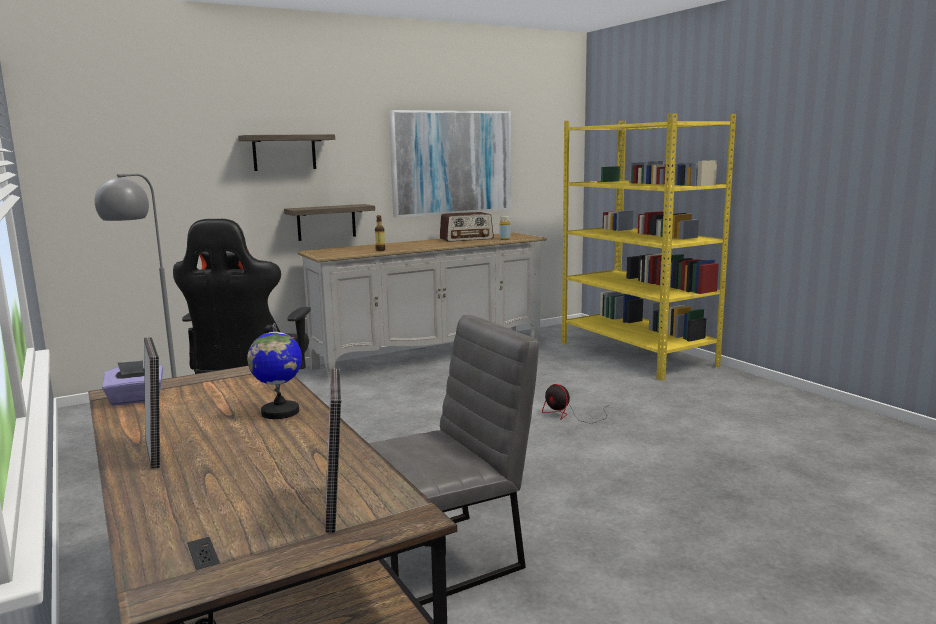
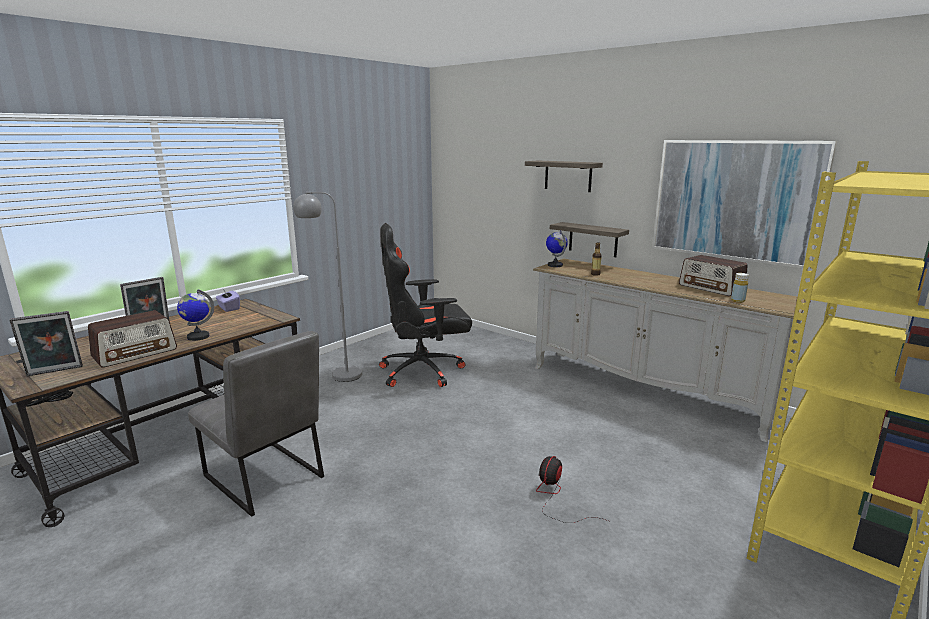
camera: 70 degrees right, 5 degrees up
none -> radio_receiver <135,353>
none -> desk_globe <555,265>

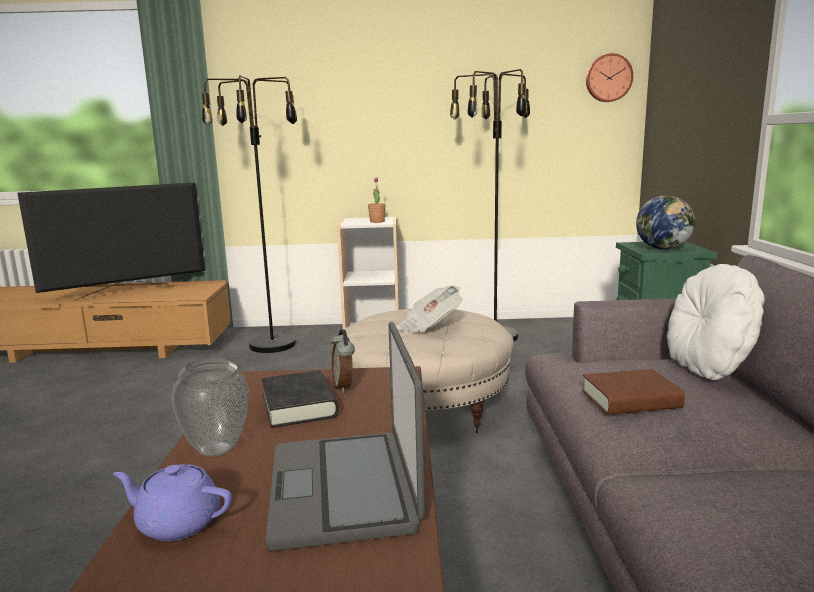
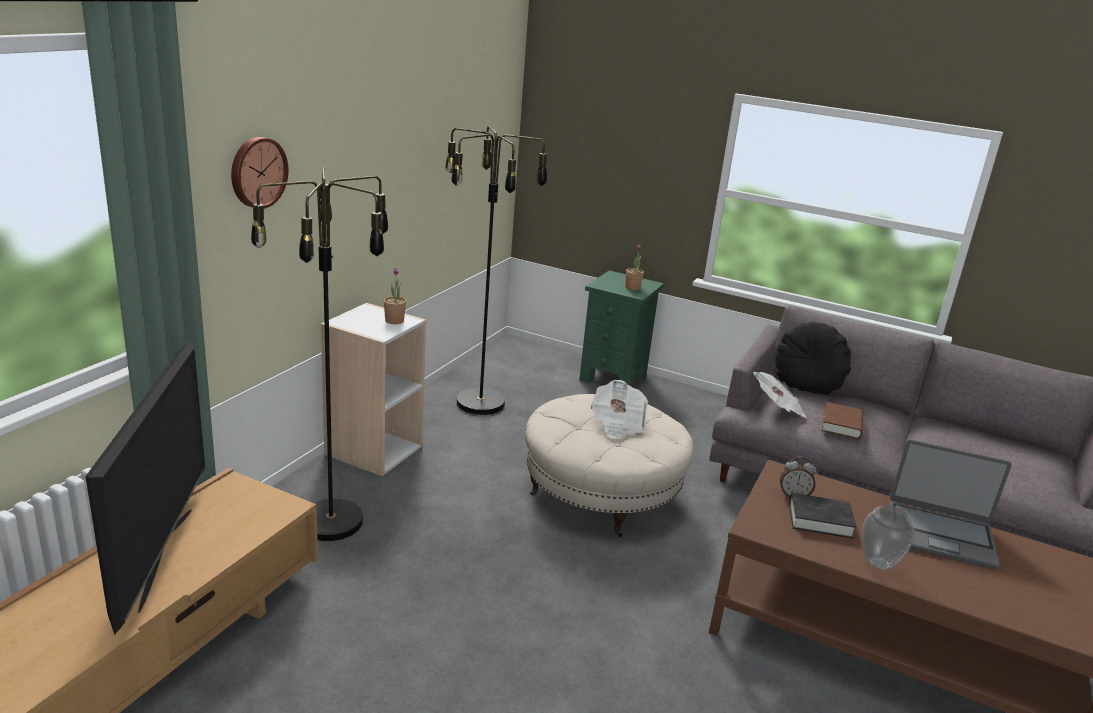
camera: 65 degrees left, 10 degrees up
clock_on_the_wall <608,78> -> clock_on_the_wall <257,172>, moved
desk_globe <663,249> -> plant_in_a_pot <632,287>
none -> newspaper <777,408>
white-coloured_throw_pillow <707,370> -> black_throw_pillow <806,388>
purplish_tea_pot <177,523> -> none

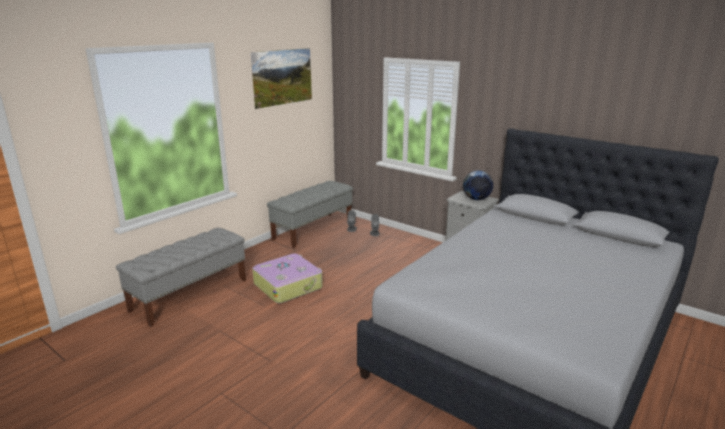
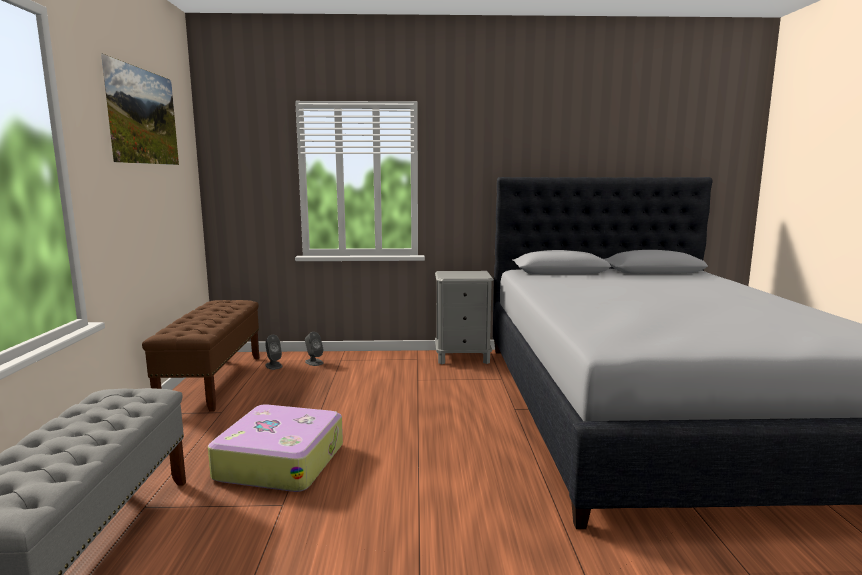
camera: 40 degrees left, 10 degrees down
greyish_long_seat <313,230> -> brown-coloured_long_seat <213,381>
desk_globe <476,199> -> none

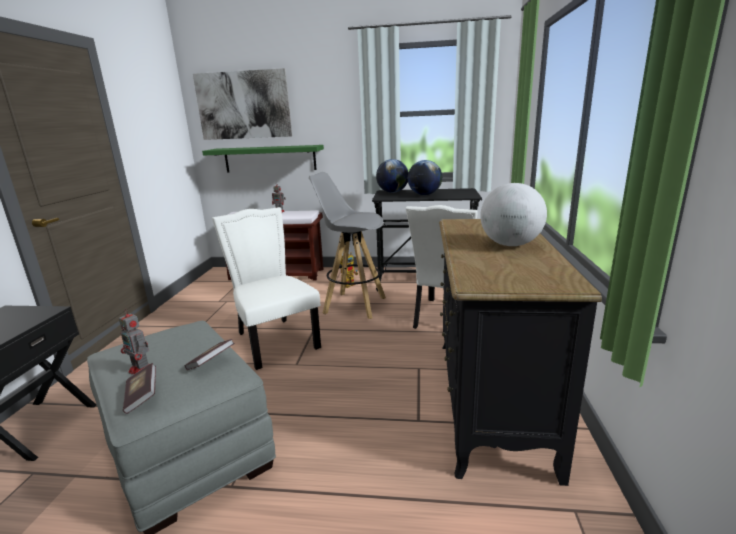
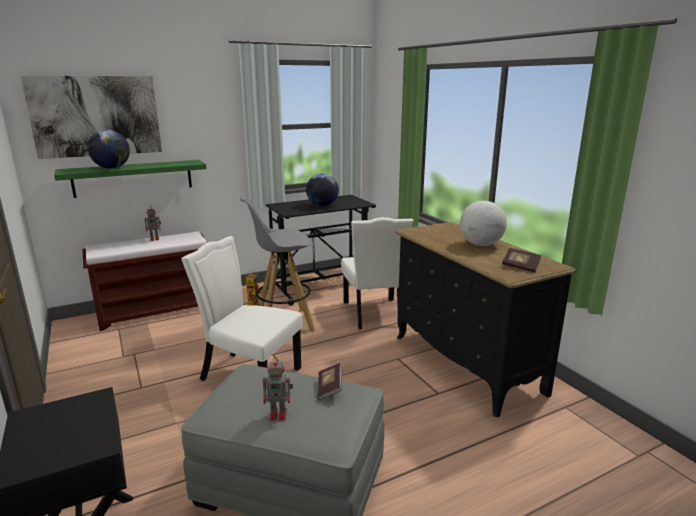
camera: 35 degrees left, 0 degrees up
desk_globe <392,192> -> desk_globe <112,168>, moved
book <142,396> -> book <520,267>, moved

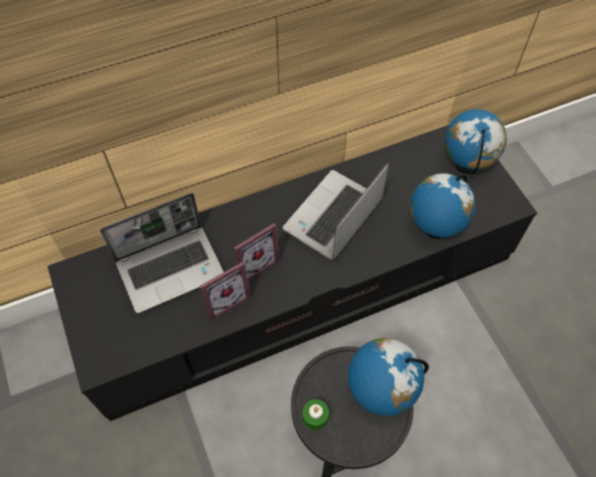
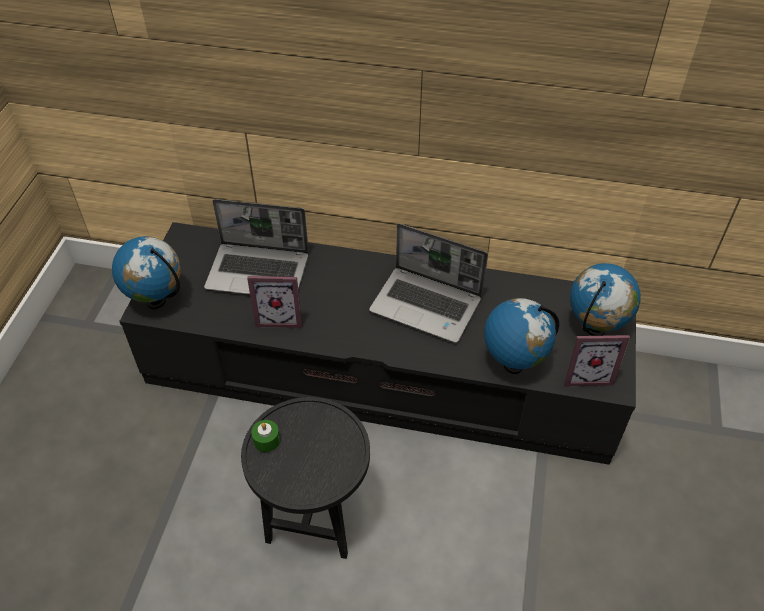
camera: 35 degrees right, 10 degrees down
desk_globe <379,393> -> desk_globe <157,301>, moved
notebook_computer <333,217> -> notebook_computer <427,305>, 135 degrees counterclockwise
picture_frame <254,263> -> picture_frame <586,374>, moved

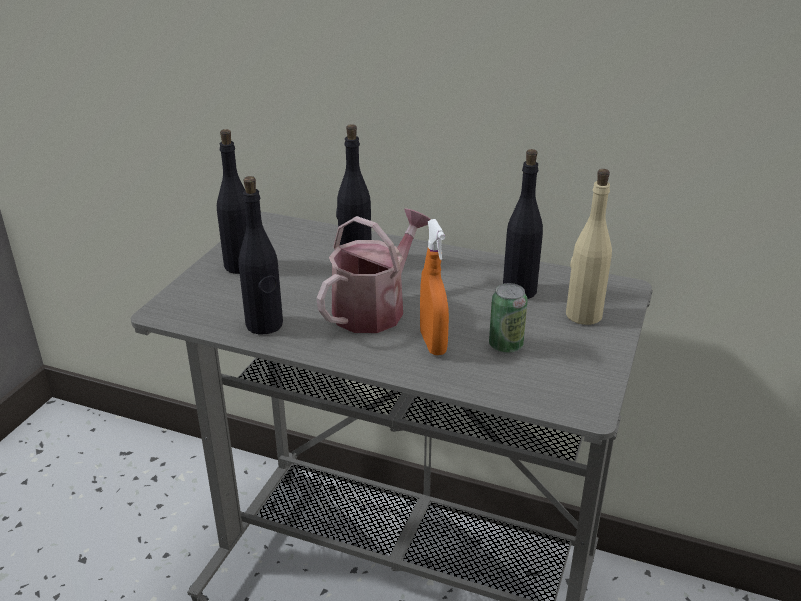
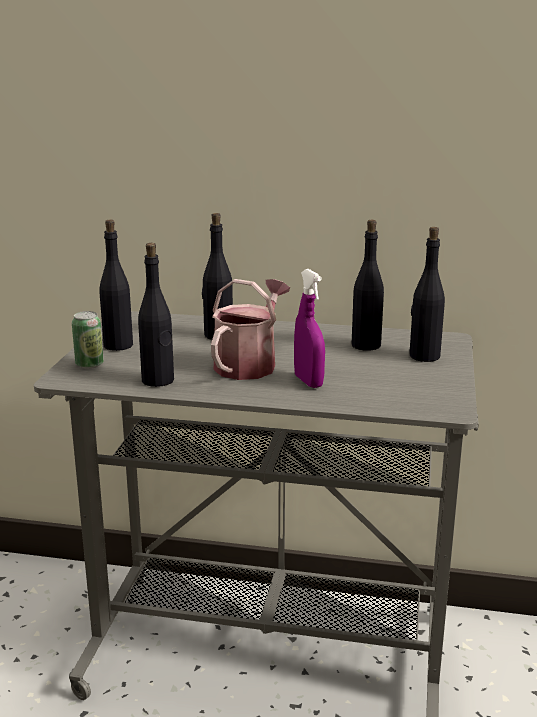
camera: 10 degrees left, 10 degrees down
sealed_can <505,345> -> sealed_can <89,364>, moved
orangey_hand_sprayer <433,343> -> purplish_hand_sprayer <308,381>
sand-coloured_drink_bottle <583,315> -> black_drink_bottle <424,356>

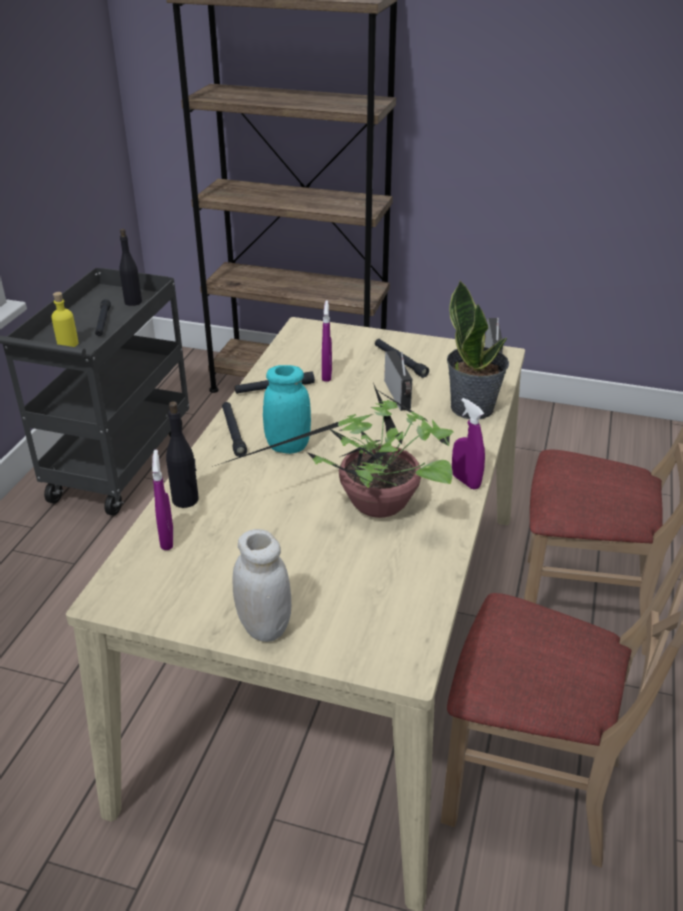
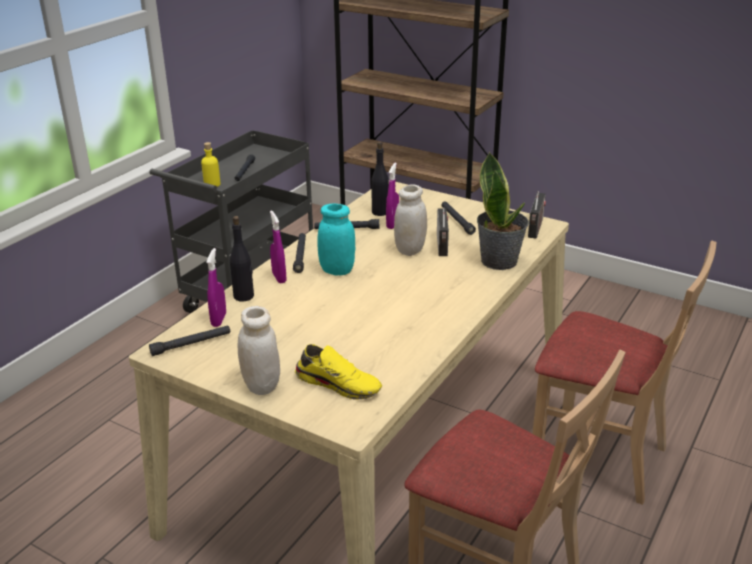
camera: 15 degrees right, 5 degrees down
none -> black_flashlight <191,344>
purplish_hand_sprayer <465,481> -> purplish_hand_sprayer <279,277>, moved
none -> yellow-coloured_shoe <339,383>
black_drink_bottle <133,302> -> black_drink_bottle <380,212>, moved
none -> white-coloured_jar <410,250>
plant_in_a_pot <373,507> -> none

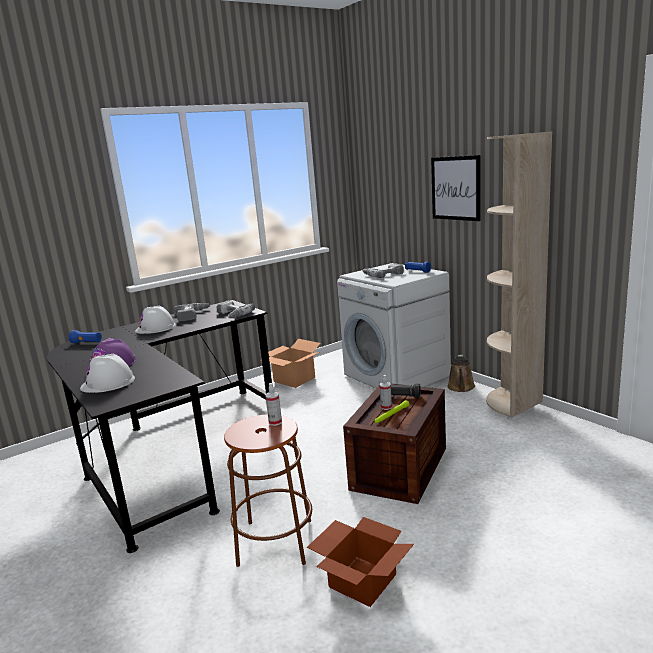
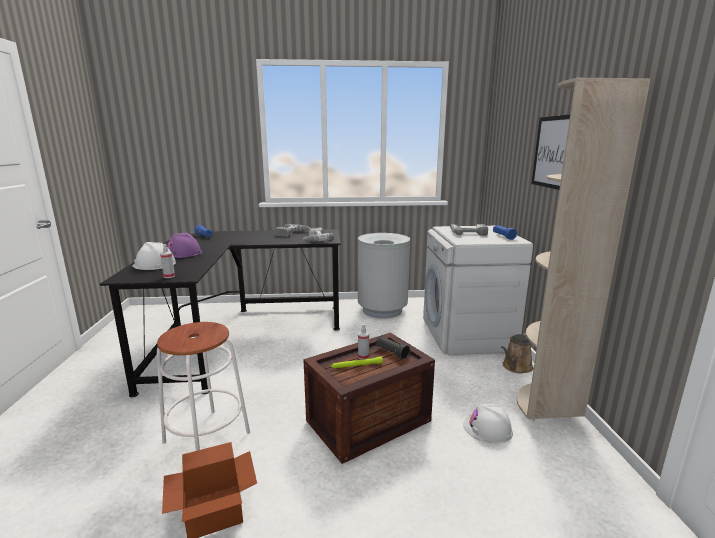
camera: 30 degrees right, 0 degrees up
brown-coloured_stool <275,542> -> white-coloured_stool <207,437>
hand_sprayer <275,422> -> hand_sprayer <169,276>, moved
cardboard_box <295,379> -> greyish_rubbish_bin <382,310>
white-coloured_safety_helmet <155,328> -> white-coloured_safety_helmet <487,428>, moved

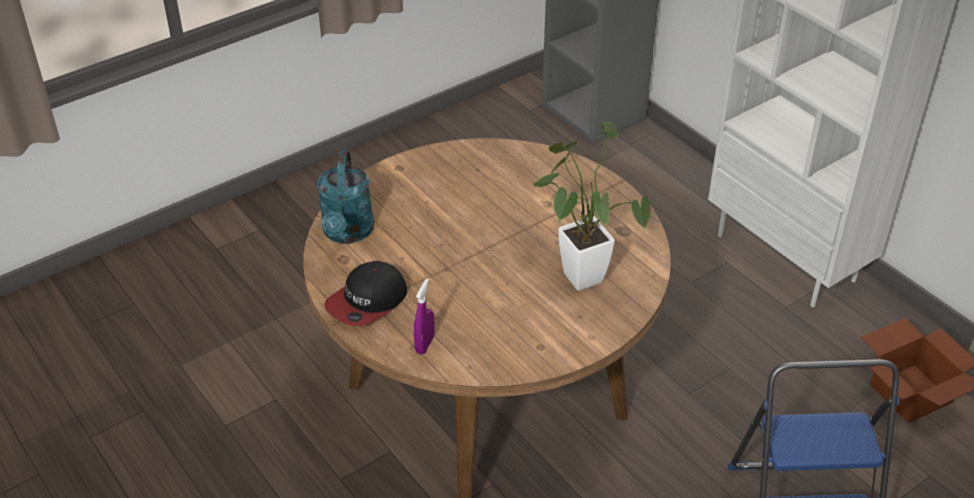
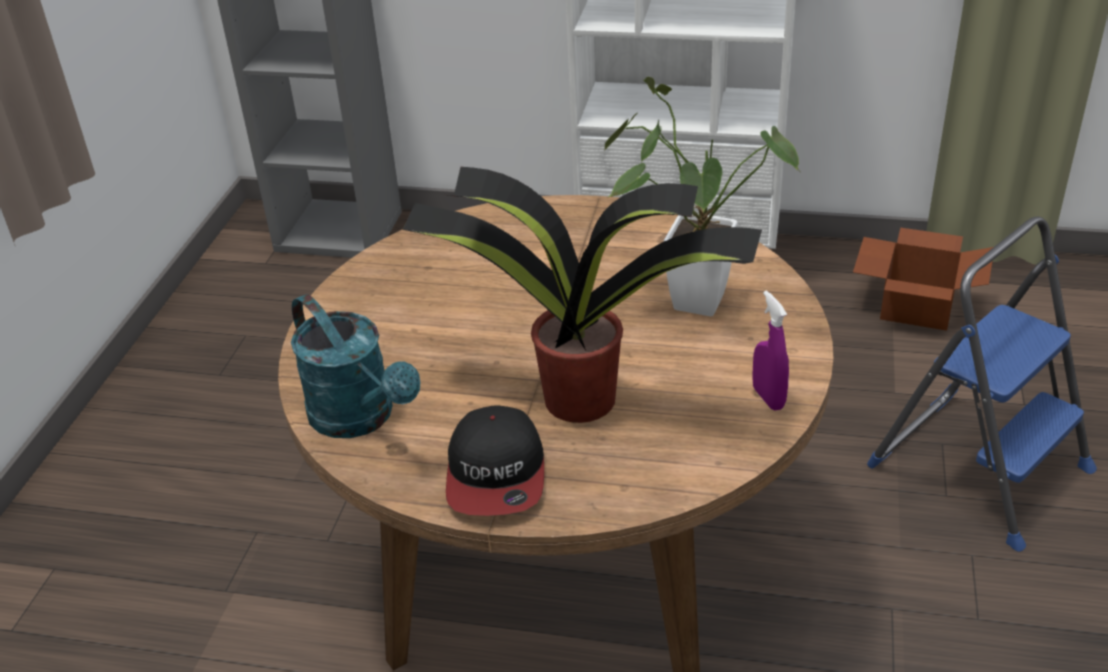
camera: 40 degrees left, 5 degrees down
none -> plant_in_a_pot <575,398>
purplish_hand_sprayer <424,344> -> purplish_hand_sprayer <768,398>, moved

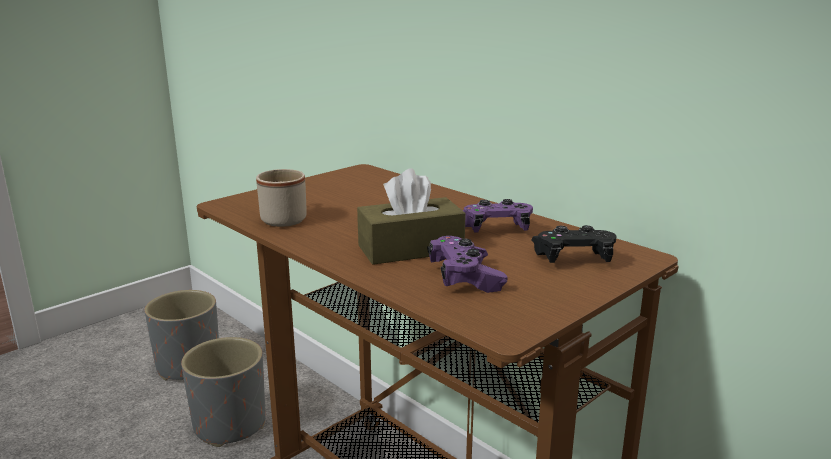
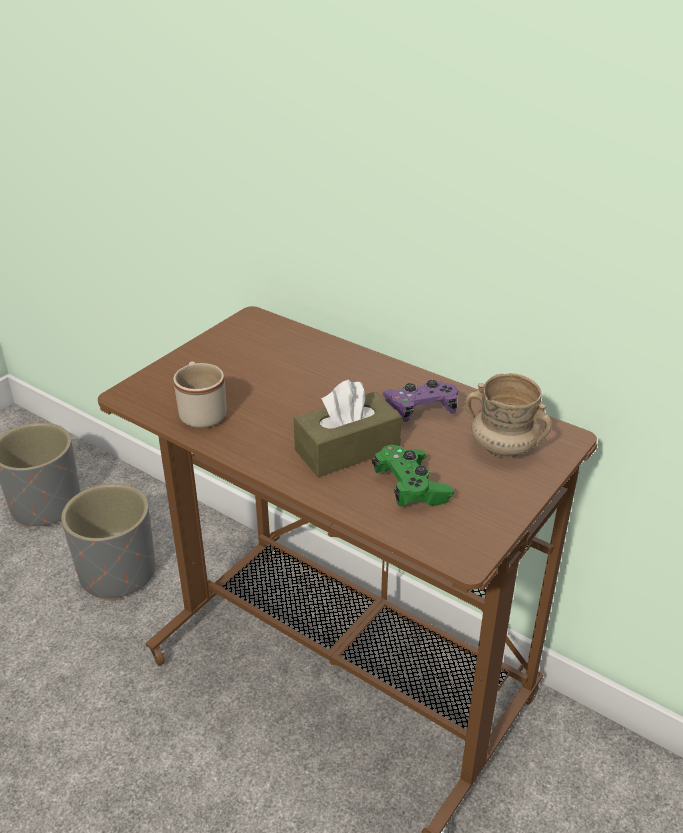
camera: 10 degrees left, 15 degrees up
purplish_joypad <465,278> -> greenish_joypad <411,487>
black_joypad <572,259> -> sand-coloured_tea_mug <502,448>

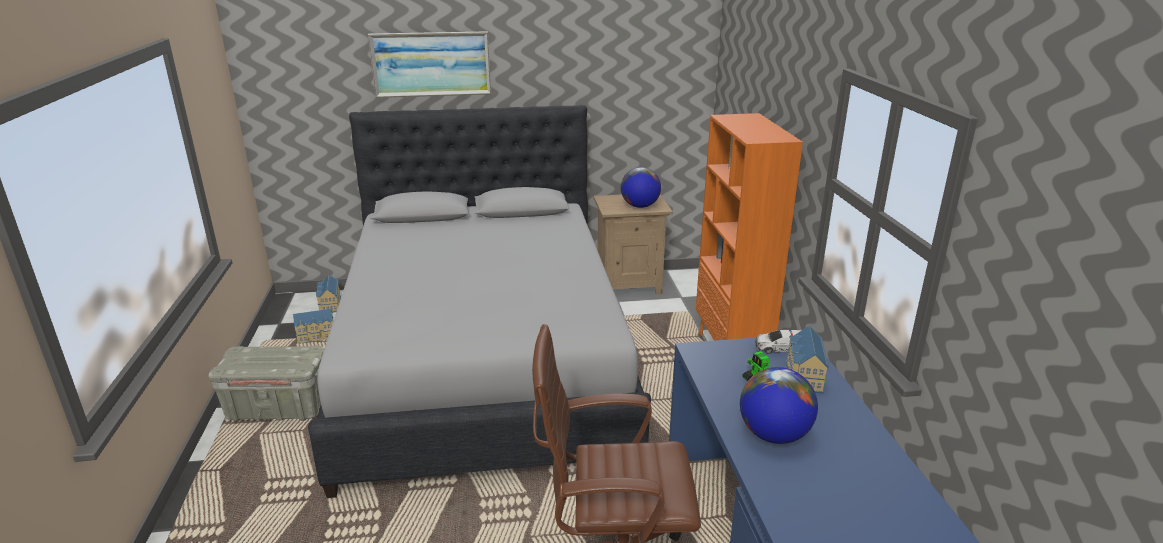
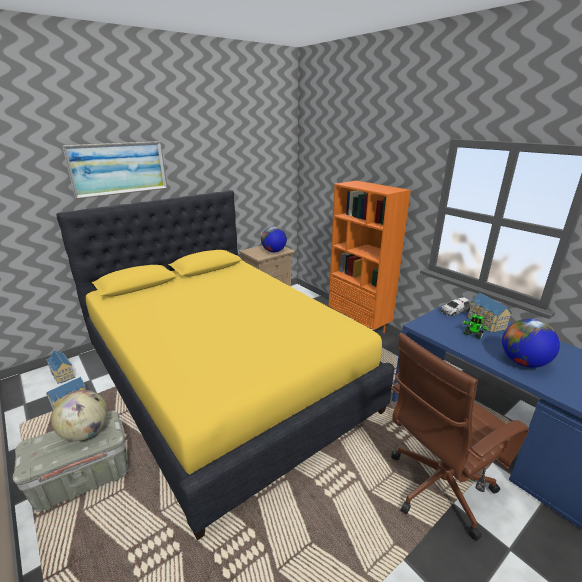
camera: 30 degrees left, 0 degrees up
none -> desk_globe <86,432>
greyish_bed <485,362> -> yellow-coloured_bed <224,378>

